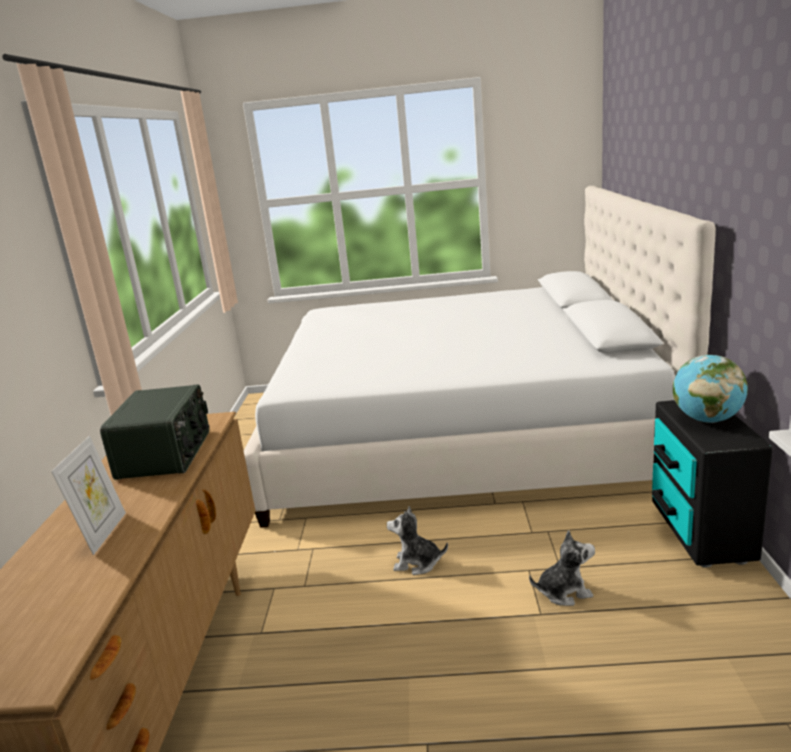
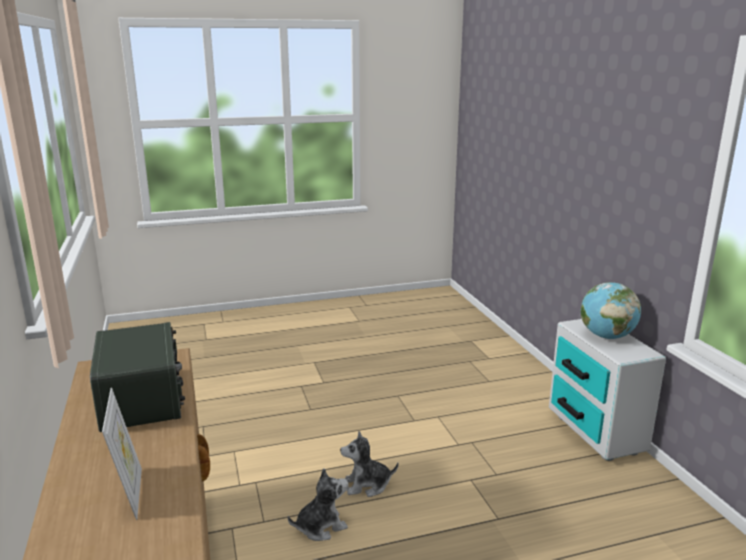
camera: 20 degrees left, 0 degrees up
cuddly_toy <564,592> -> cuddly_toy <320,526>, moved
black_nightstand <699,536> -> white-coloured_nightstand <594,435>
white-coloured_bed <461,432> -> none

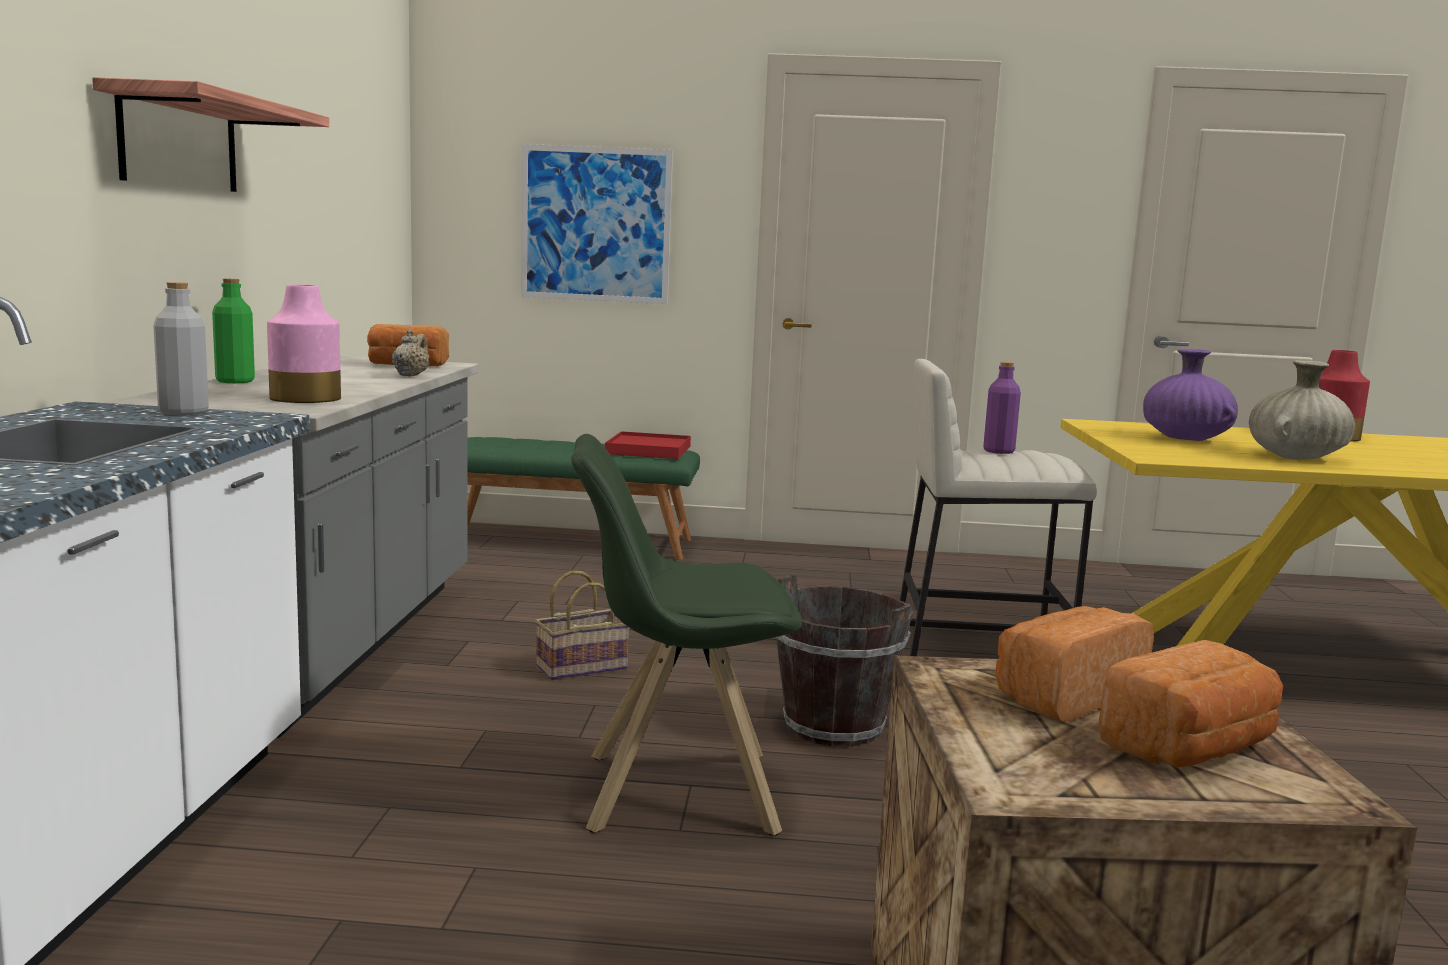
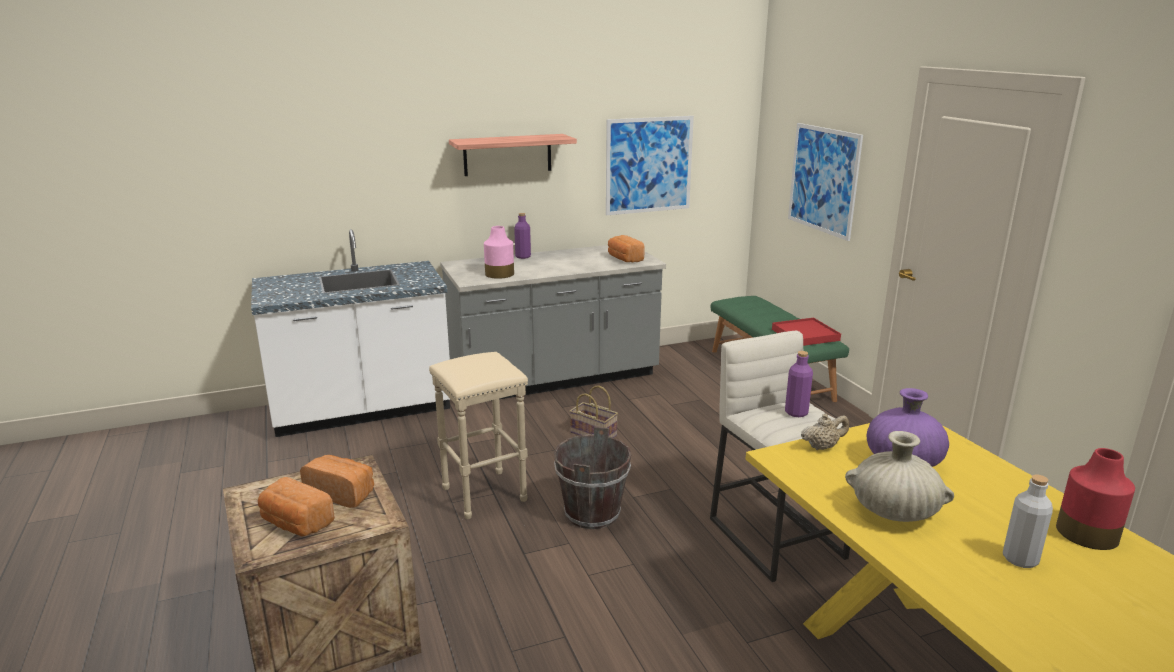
camera: 65 degrees right, 10 degrees up
greenish_upright_chair <678,791> -> sand-coloured_stool <485,492>
greenish_drink_bottle <235,381> -> purplish_drink_bottle <523,256>
none -> wall_picture <649,165>
sand-coloured_tea_pot <411,375> -> sand-coloured_tea_pot <822,447>, moved
greyish_drink_bottle <183,412> -> greyish_drink_bottle <1020,559>, moved

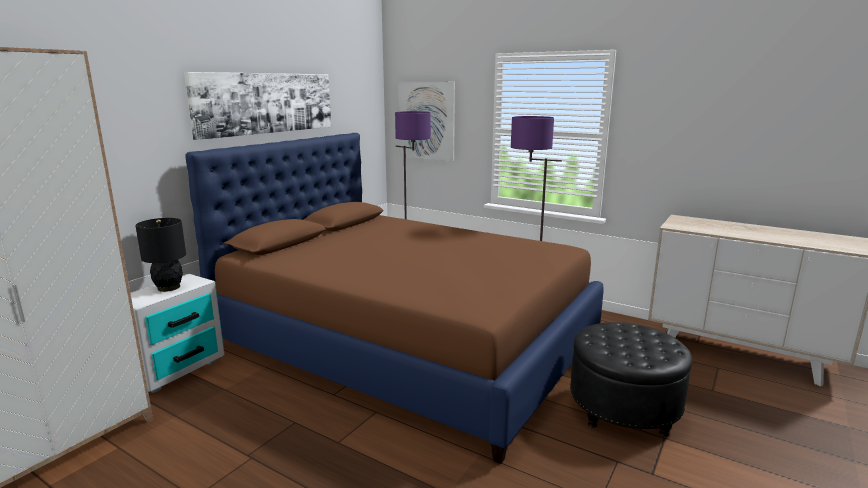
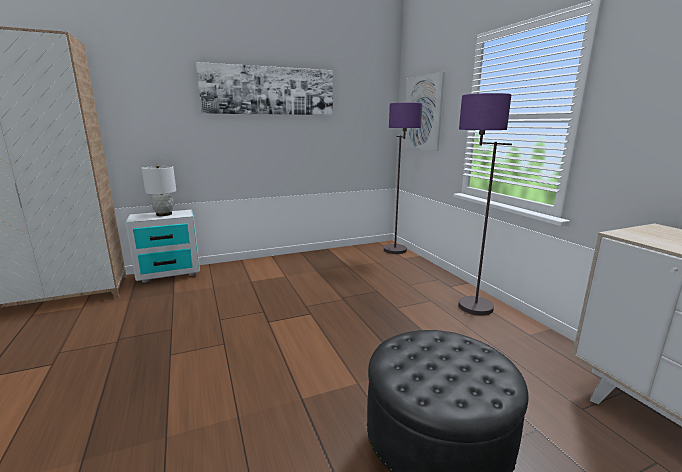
camera: 35 degrees right, 0 degrees up
black_table_lamp <168,287> -> white-coloured_table_lamp <164,214>
brown-coloured_bed <406,342> -> none

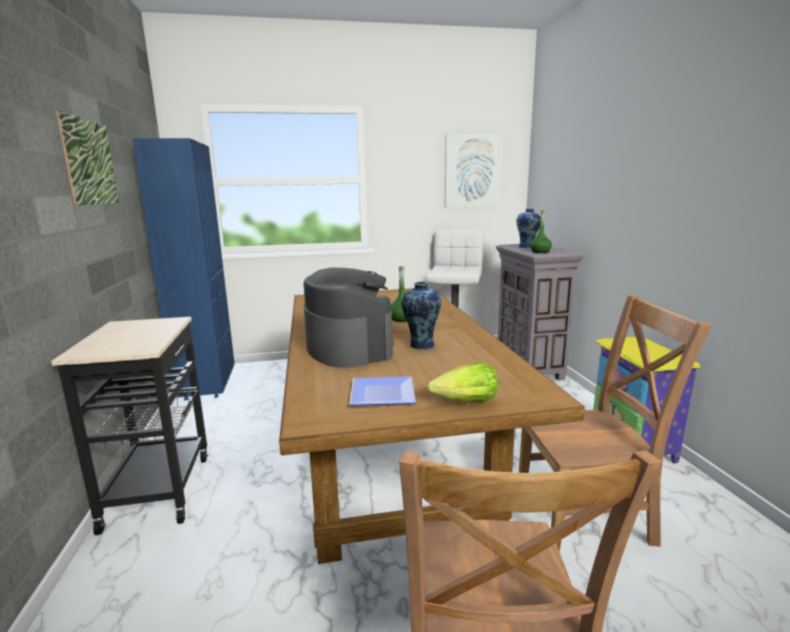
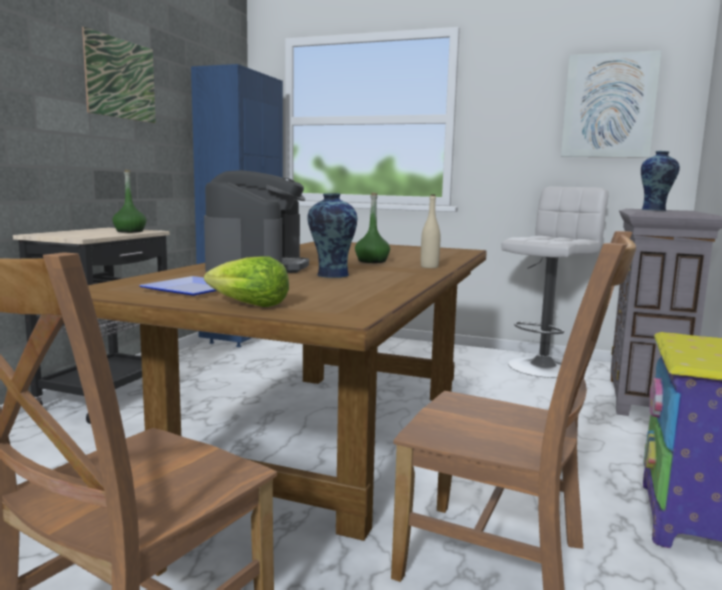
camera: 30 degrees right, 5 degrees down
greenish_drink_bottle <540,252> -> greenish_drink_bottle <130,231>, moved
none -> sand-coloured_drink_bottle <429,267>

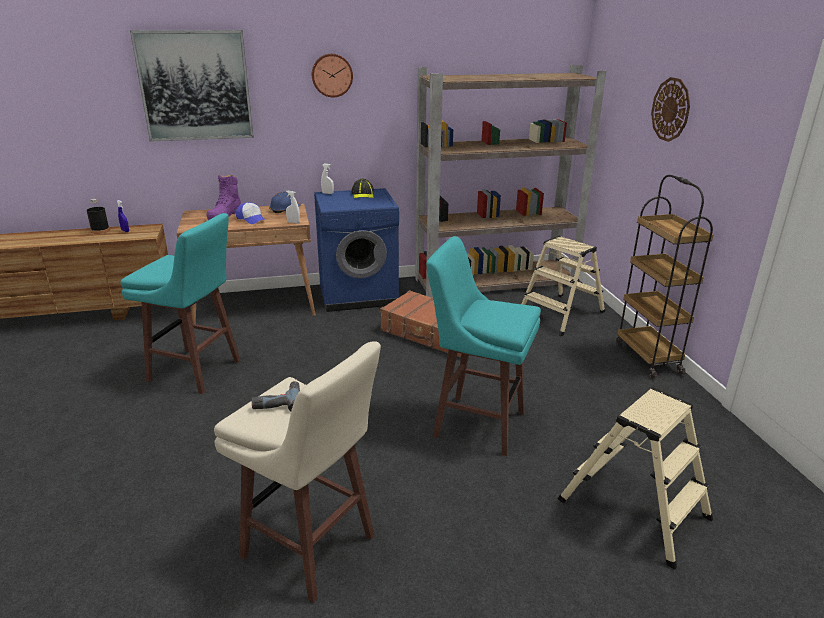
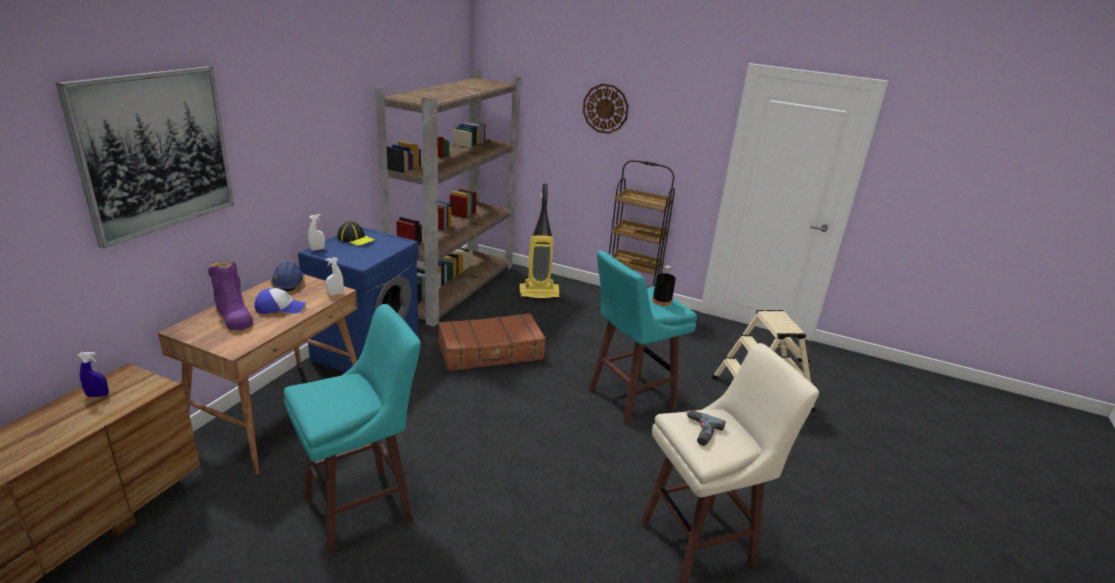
camera: 55 degrees left, 0 degrees up
sand-coloured_step_stool <561,314> -> vacuum_cleaner <539,293>
black_drink_bottle <100,231> -> black_drink_bottle <662,301>, moved
clock_on_the_wall <332,75> -> none

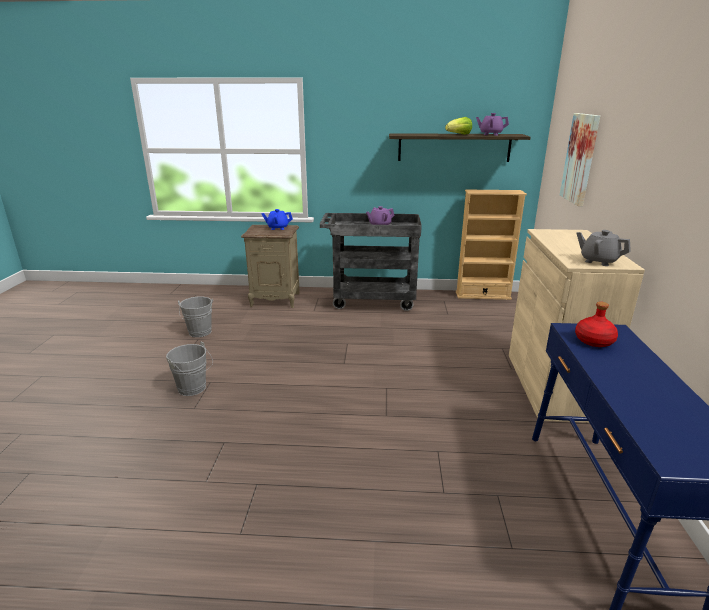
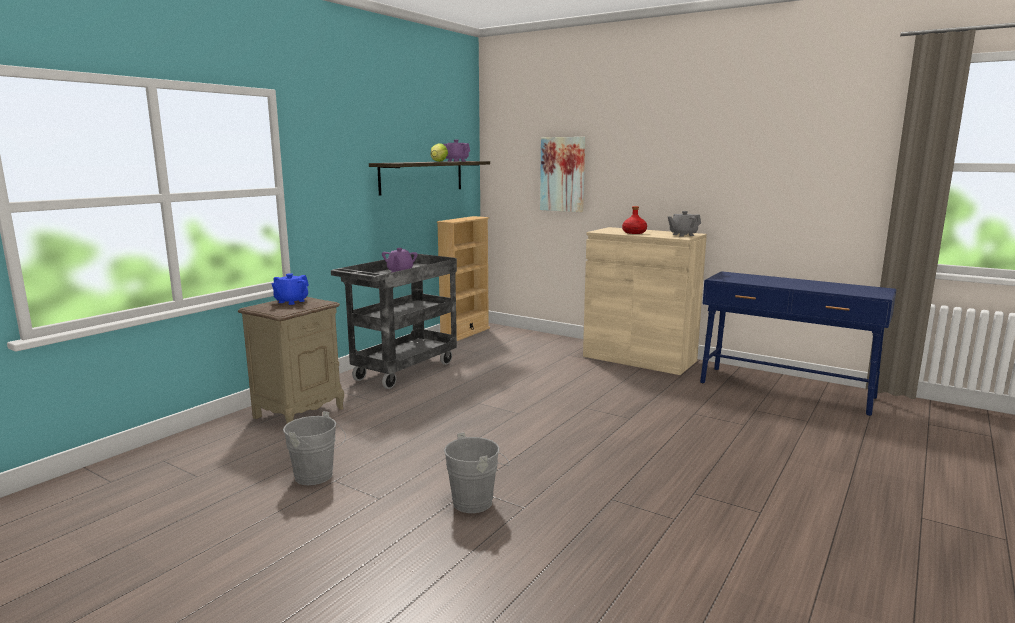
camera: 60 degrees left, 10 degrees down
reddish_drink_bottle <594,341> -> reddish_drink_bottle <634,232>, moved

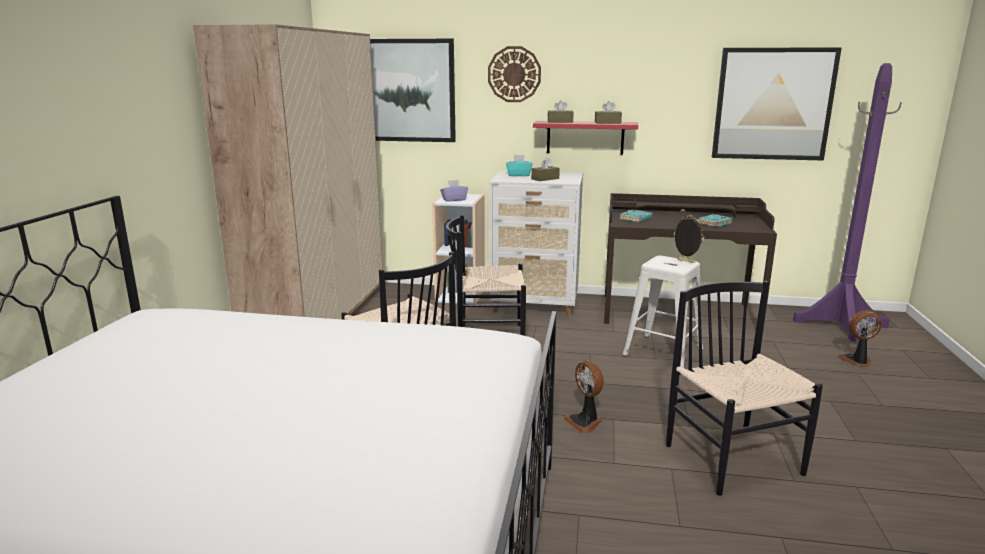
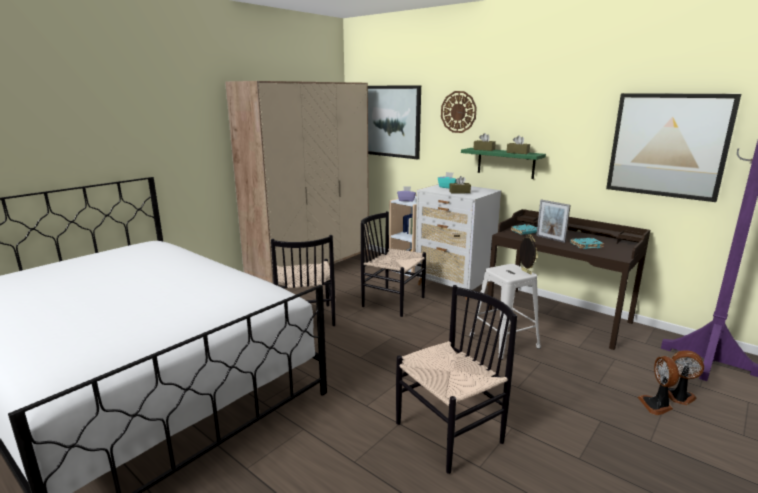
camera: 30 degrees right, 0 degrees up
black_upright_chair <729,457> -> black_upright_chair <452,431>, 45 degrees clockwise
reddish_shelf <585,137> -> greenish_shelf <505,163>
none -> picture_frame <550,239>
electric_fan <585,422> -> electric_fan <656,405>, moved

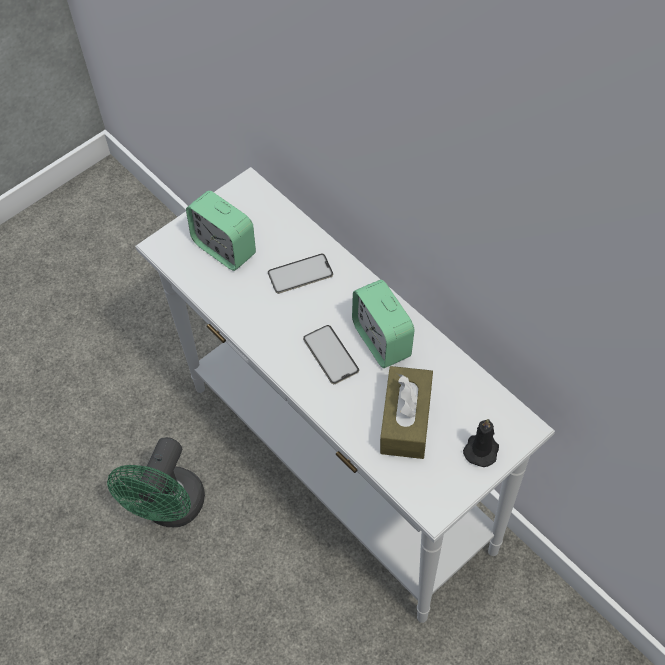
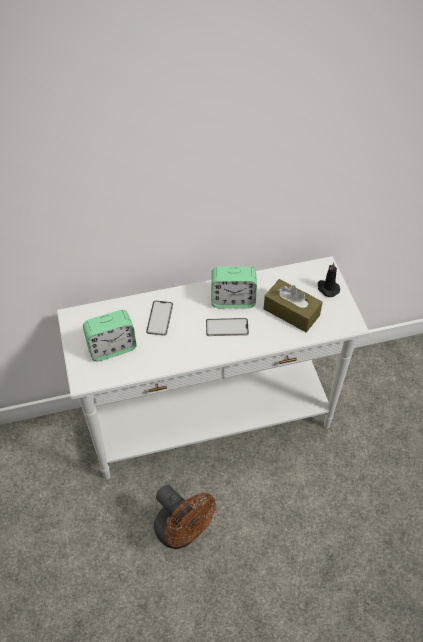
camera: 65 degrees left, 5 degrees down
greenish_electric_fan <170,510> -> brown-coloured_electric_fan <182,532>

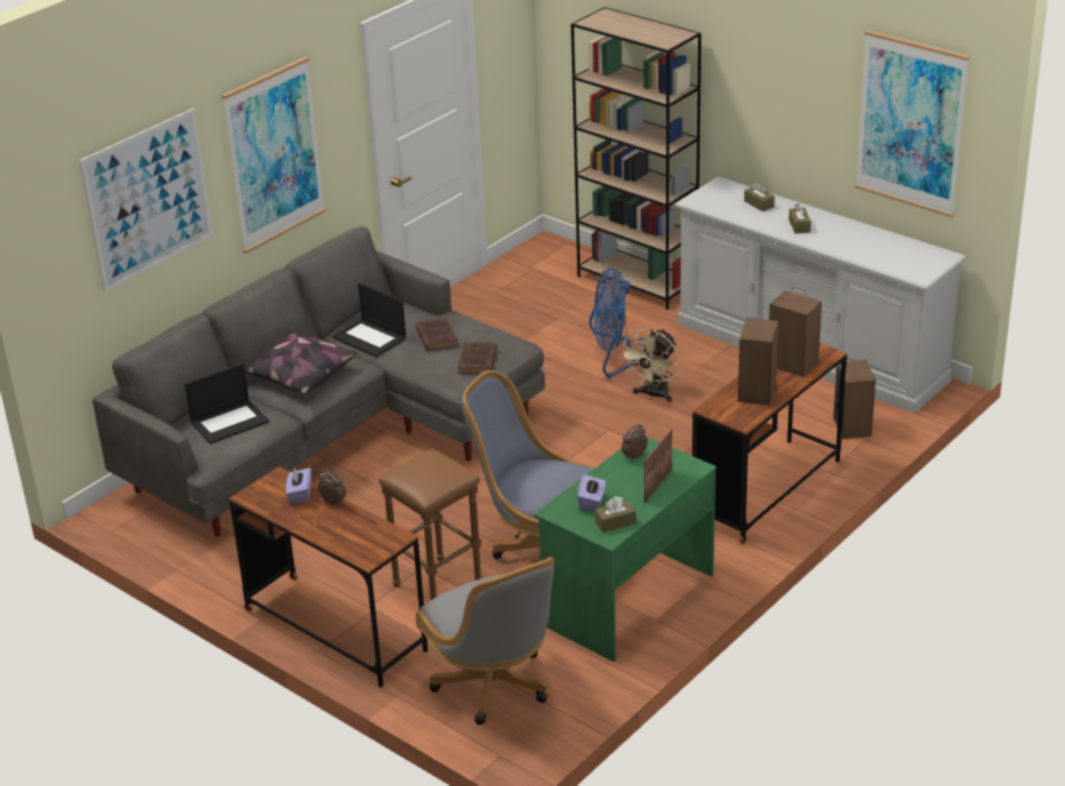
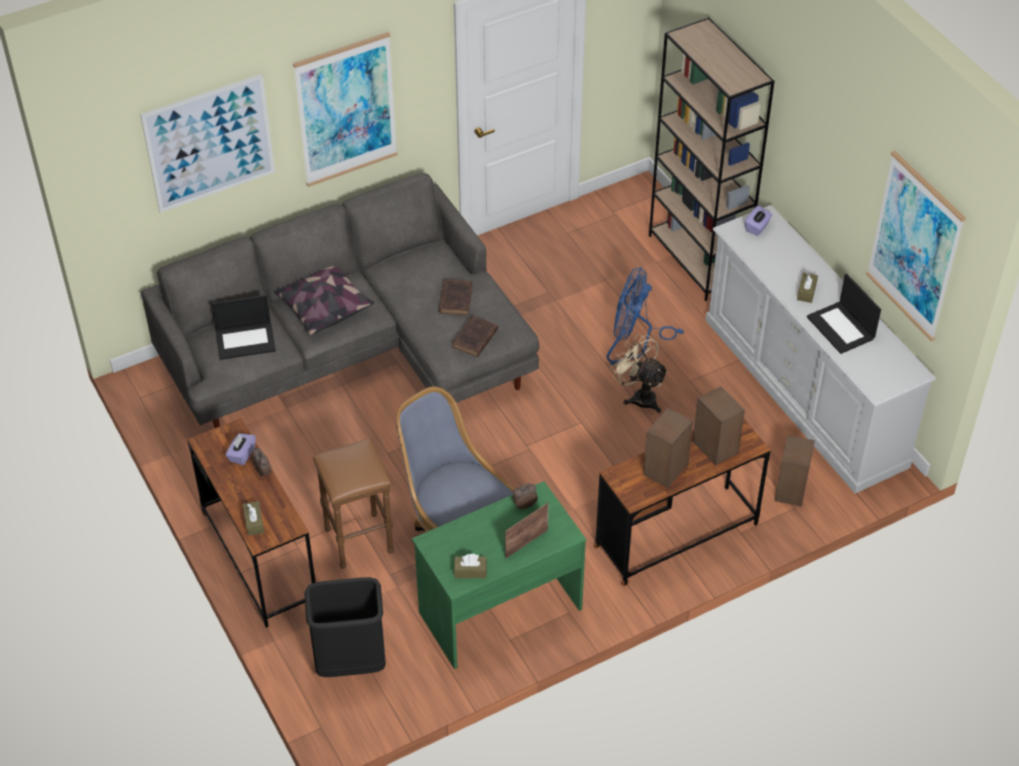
camera: 20 degrees right, 15 degrees up
brown-coloured_box_of_tissues <759,204> -> brown-coloured_box_of_tissues <254,522>, moved
greyish_desk_chair <497,691> -> black_rubbish_bin <350,664>
sand-coloured_electric_fan <653,395> -> sand-coloured_electric_fan <639,396>, 90 degrees clockwise
purplish_box_of_tissues <592,502> -> purplish_box_of_tissues <757,227>, moved
notebook_computer <370,338> -> notebook_computer <841,328>, moved

